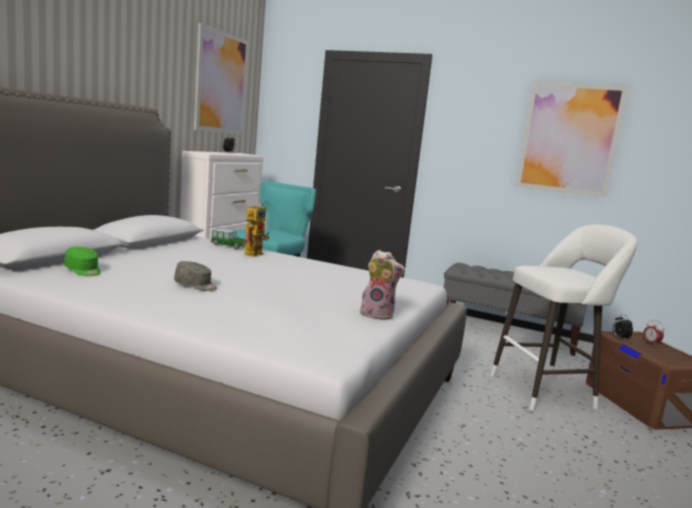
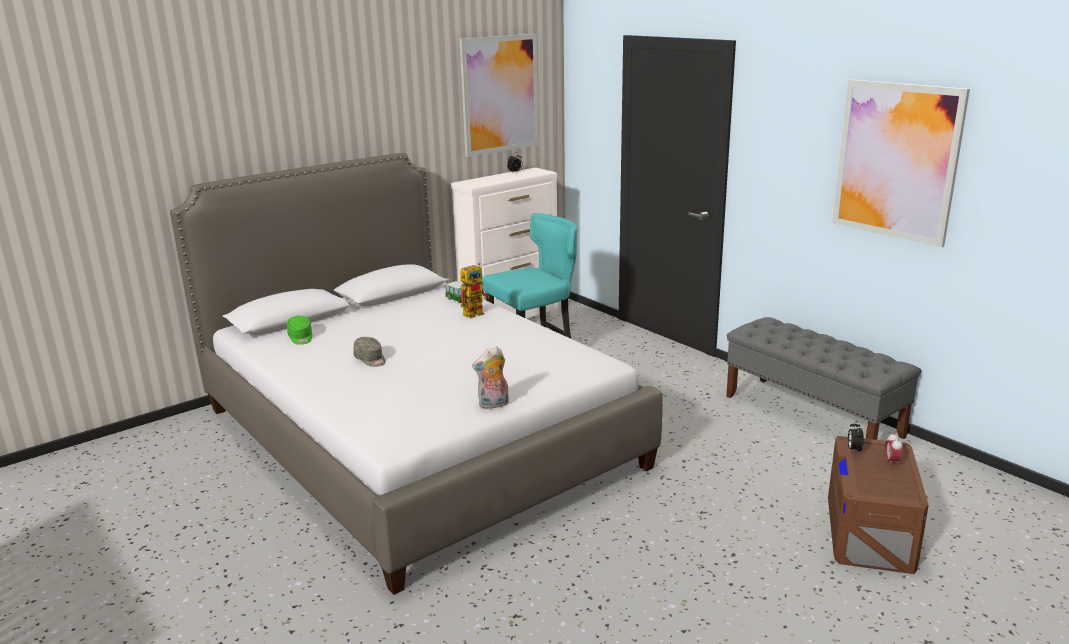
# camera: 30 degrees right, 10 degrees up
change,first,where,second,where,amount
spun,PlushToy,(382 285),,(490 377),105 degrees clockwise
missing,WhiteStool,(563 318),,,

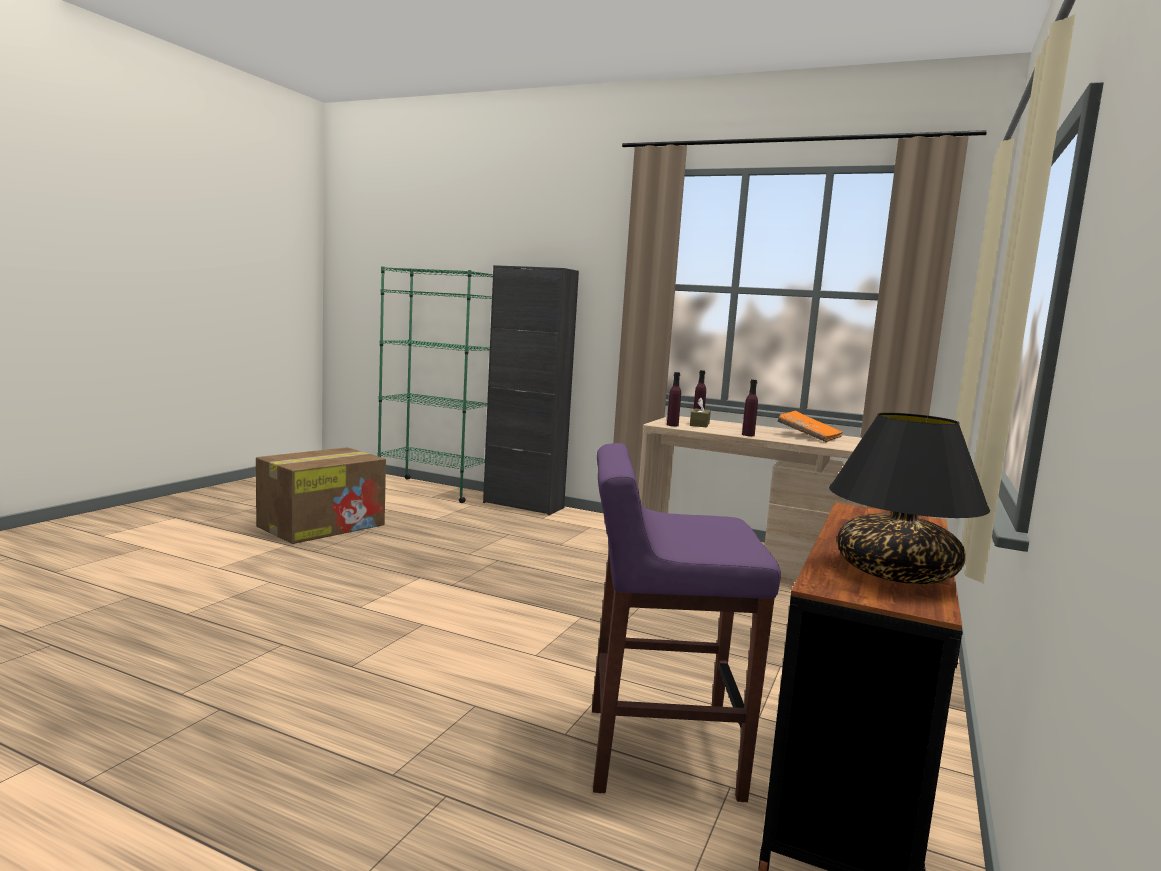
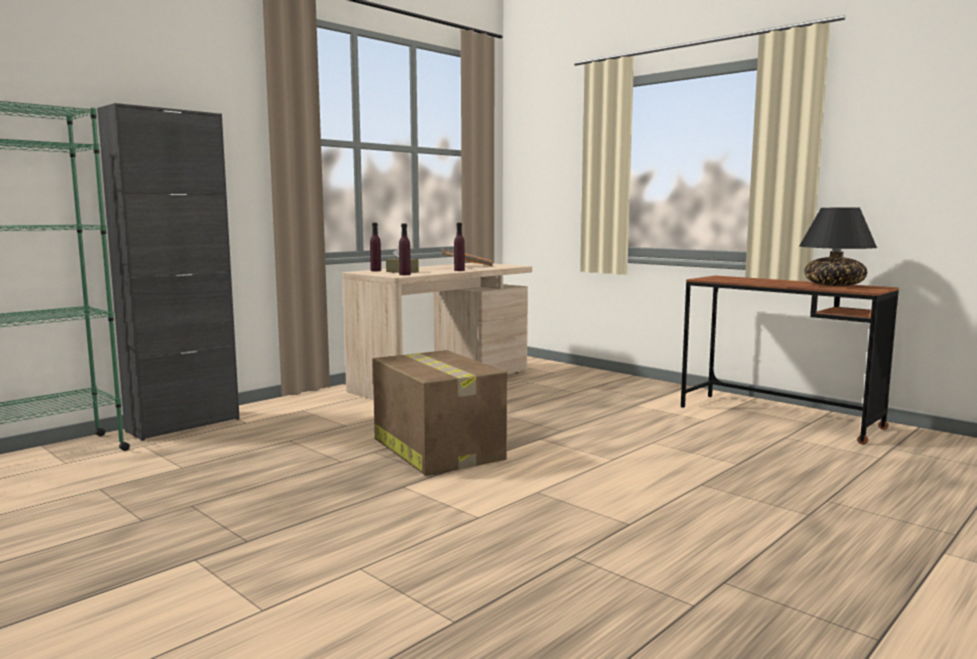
# camera: 70 degrees left, 0 degrees up
change,first,where,second,where,amount
relocated,CardboardBox,(321 495),,(440 413),
missing,PurpleStool,(686 622),,,

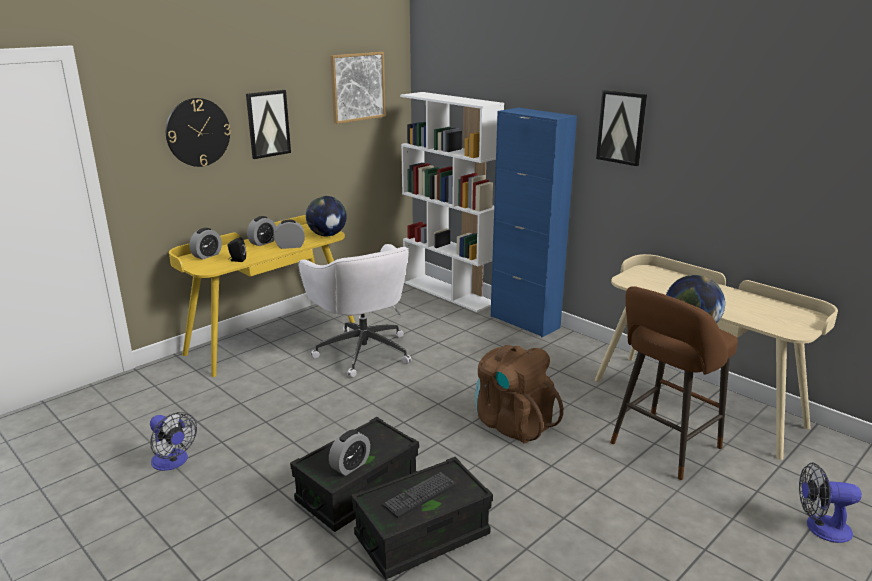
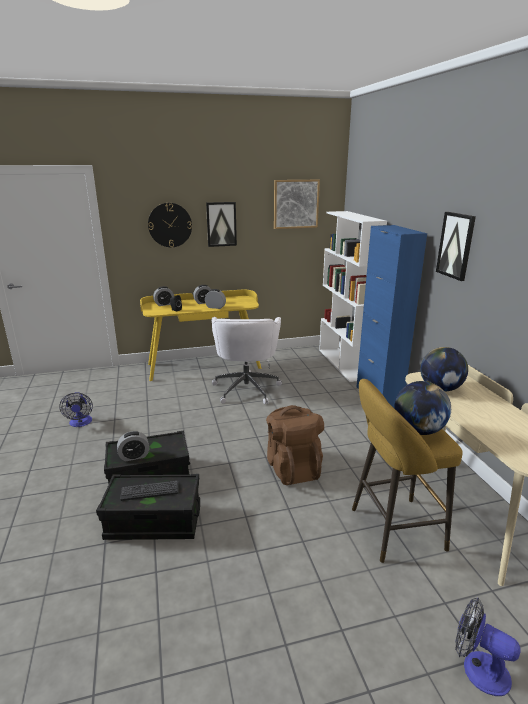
# camera: 30 degrees right, 0 degrees up
change,first,where,second,where,amount
colour,BrownStool,(674 383),YellowStool,(407 471),
relocated,Globe,(326 216),,(444 369),

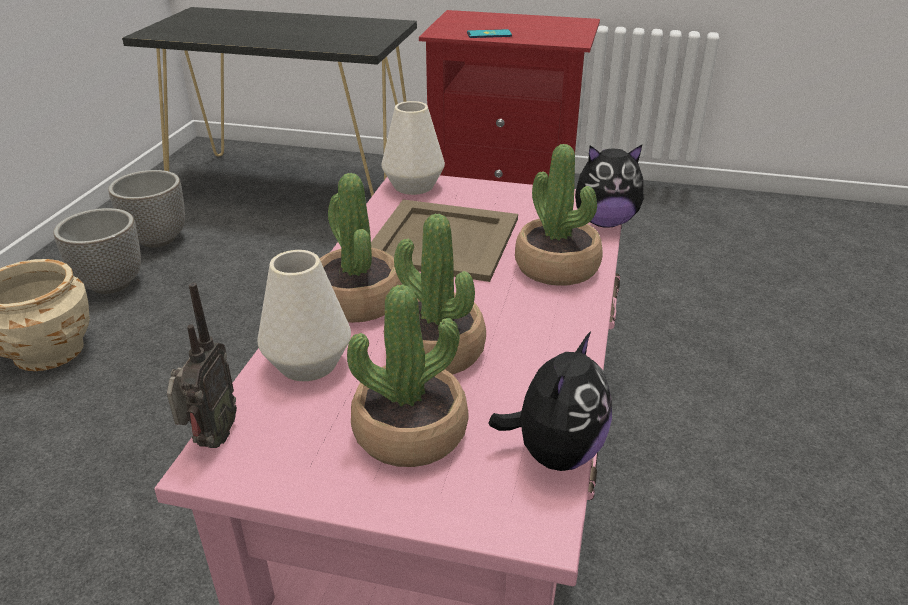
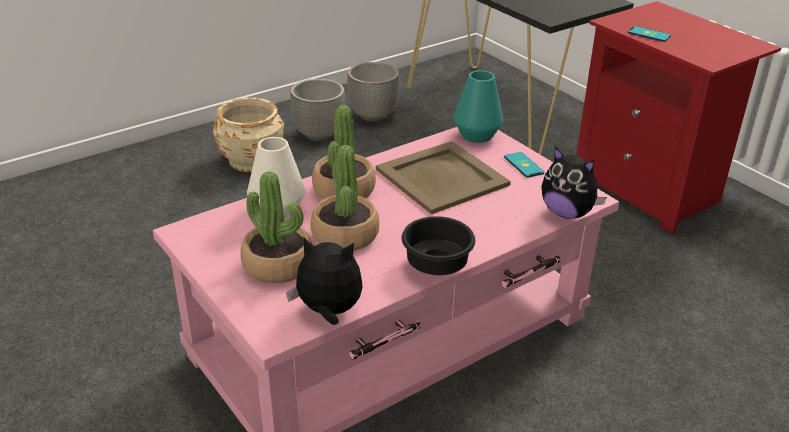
# camera: 40 degrees right, 0 degrees up
change,first,where,second,where,amount
spun,PlushToy,(550 401),,(324 281),150 degrees counterclockwise
appeared,,,BlackBowl,(438 245),
colour,WhiteVase,(413 148),TurquoiseVase,(478 106),
appeared,,,Phone,(524 165),
missing,Radio,(202 365),,,
missing,PottedPlant,(558 215),,,

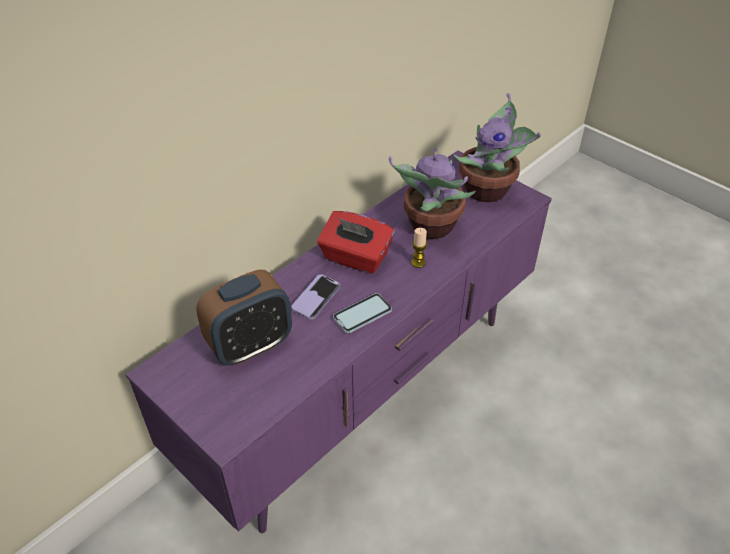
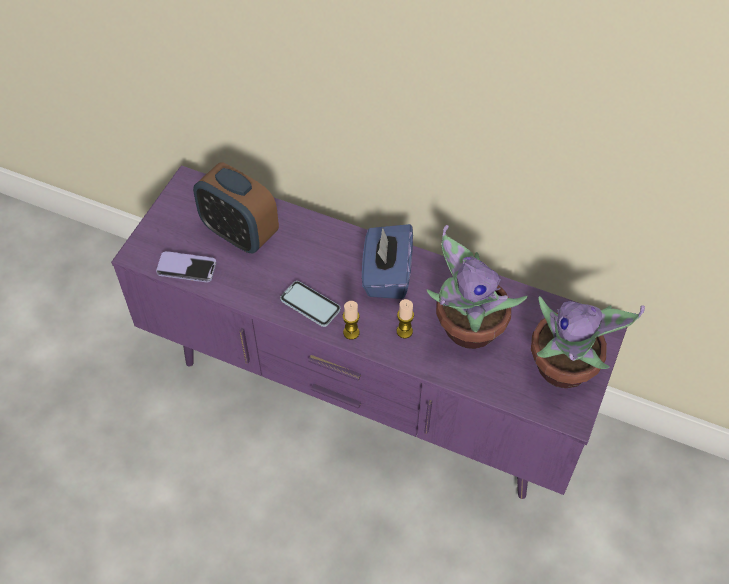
# camera: 70 degrees right, 10 degrees up
change,first,where,second,where,amount
relocated,Phone,(315 297),,(186 267),
appeared,,,Candle,(351 320),
colour,RedTissueBox,(355 242),BlueTissueBox,(387 261),

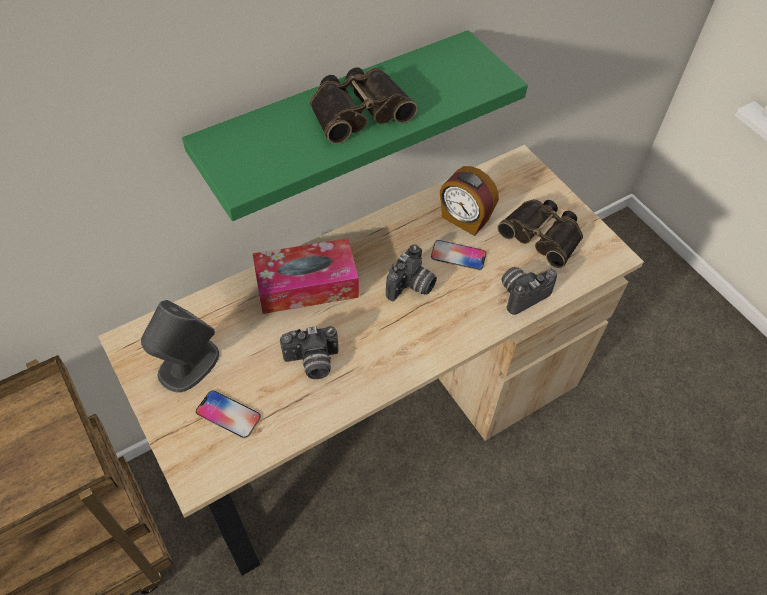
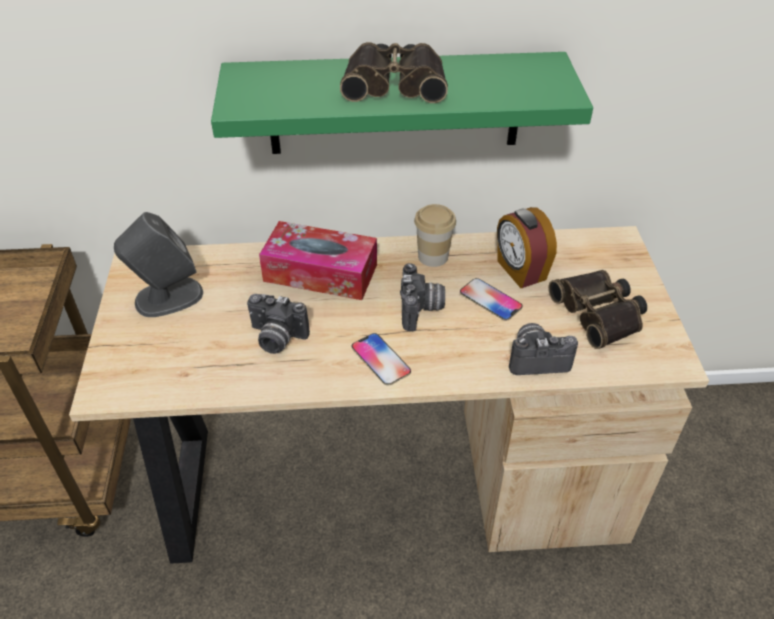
# camera: 30 degrees right, 10 degrees down
change,first,where,second,where,amount
relocated,Phone,(228 414),,(381 359),
spun,PhotoCamera,(411 272),,(422 297),60 degrees counterclockwise
appeared,,,Cup,(435 235),

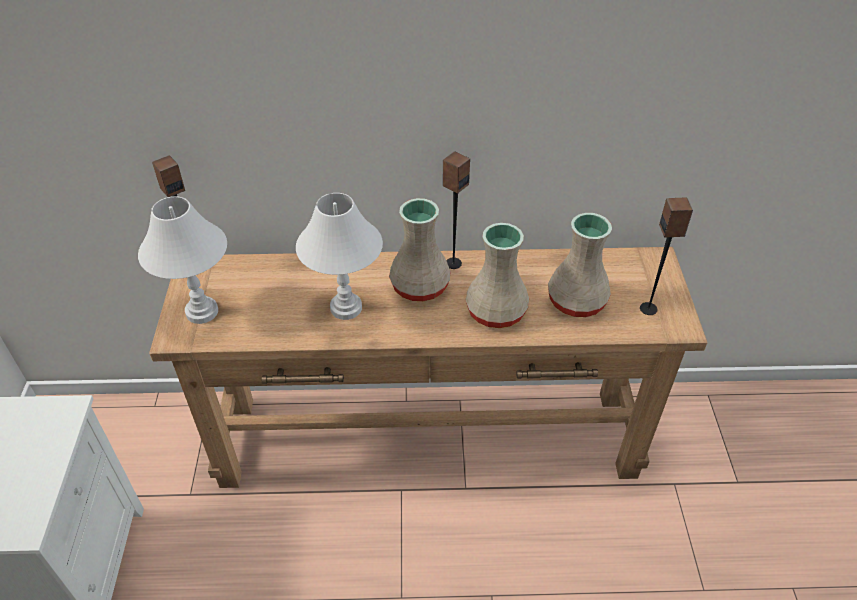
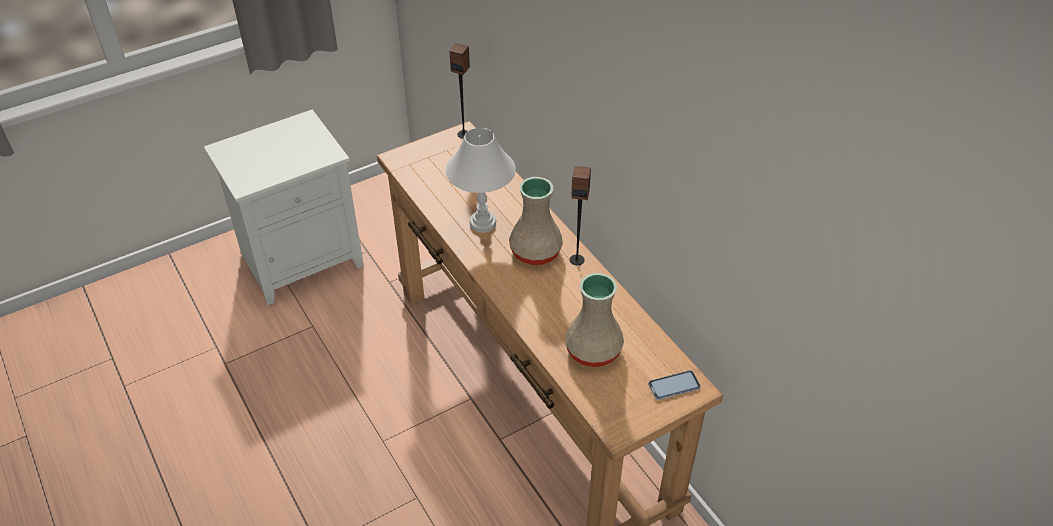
# camera: 60 degrees right, 0 degrees up
change,first,where,second,where,amount
appeared,,,Phone,(674 385),
missing,WhiteTableLamp,(182 260),,,
missing,BeigeVase,(497 275),,,
missing,Speaker,(666 256),,,

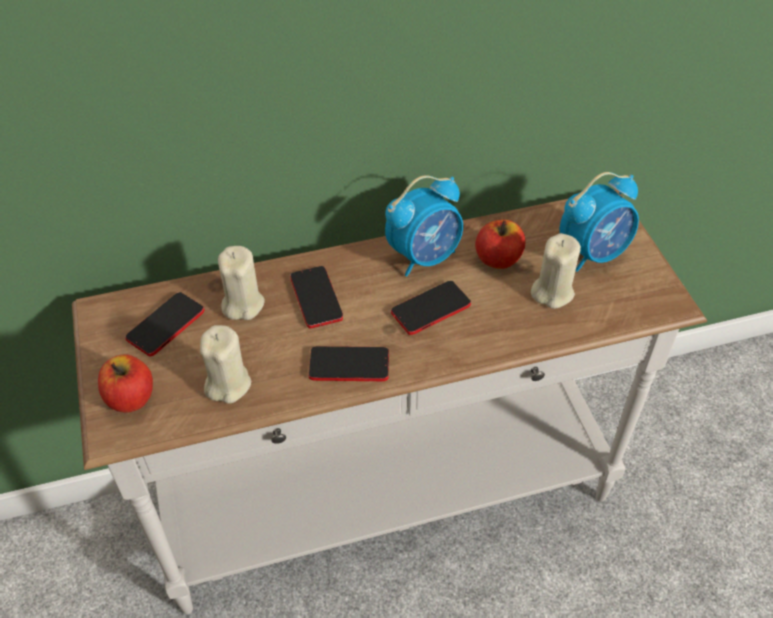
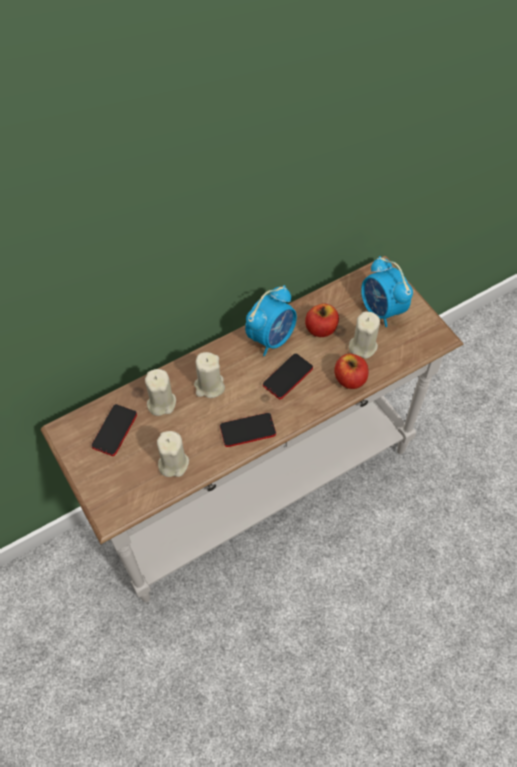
# camera: 15 degrees left, 10 degrees up
change,first,where,second,where,amount
exchanged,Phone,(316 297),BeigeCandle,(209 375),
relocated,Apple,(125 383),,(351 371),
spun,AlarmClock,(599 222),,(387 291),105 degrees clockwise

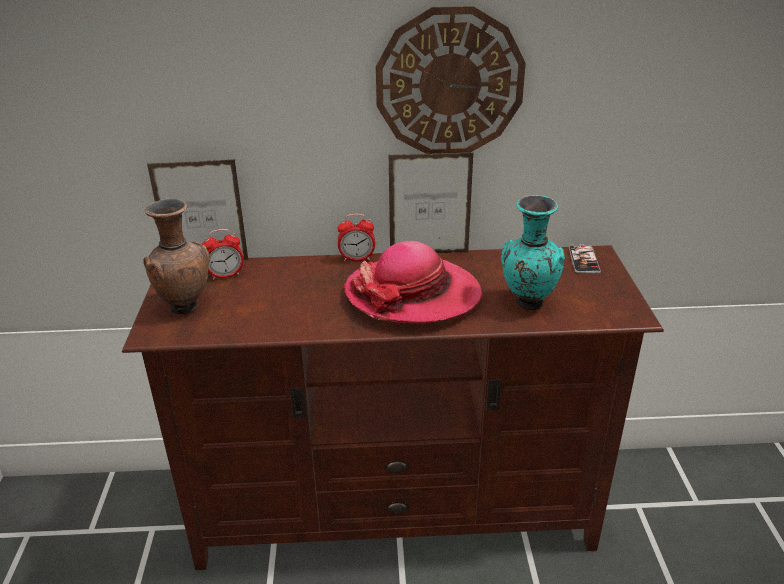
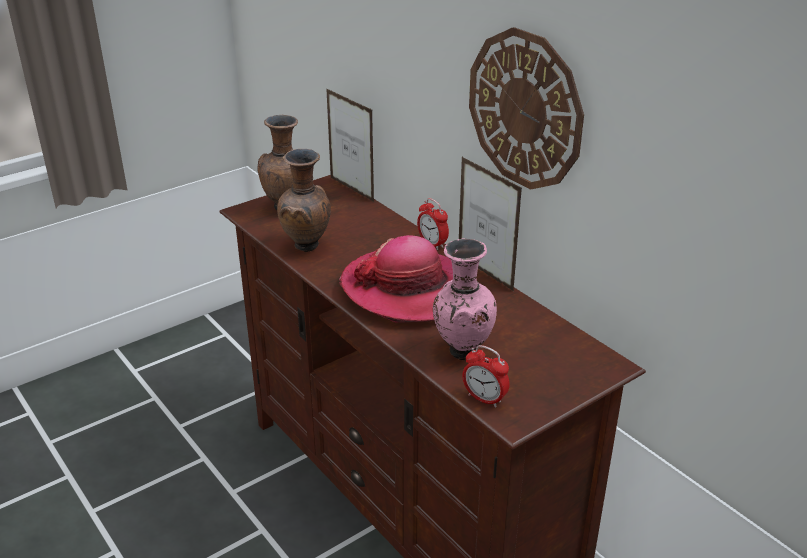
# camera: 55 degrees right, 0 degrees up
change,first,where,second,where,amount
appeared,,,BrownVase,(304 200),
colour,TurquoiseVase,(533 252),PinkVase,(465 299),
relocated,AlarmClock,(223 254),,(486 376),
missing,Phone,(585 259),,,

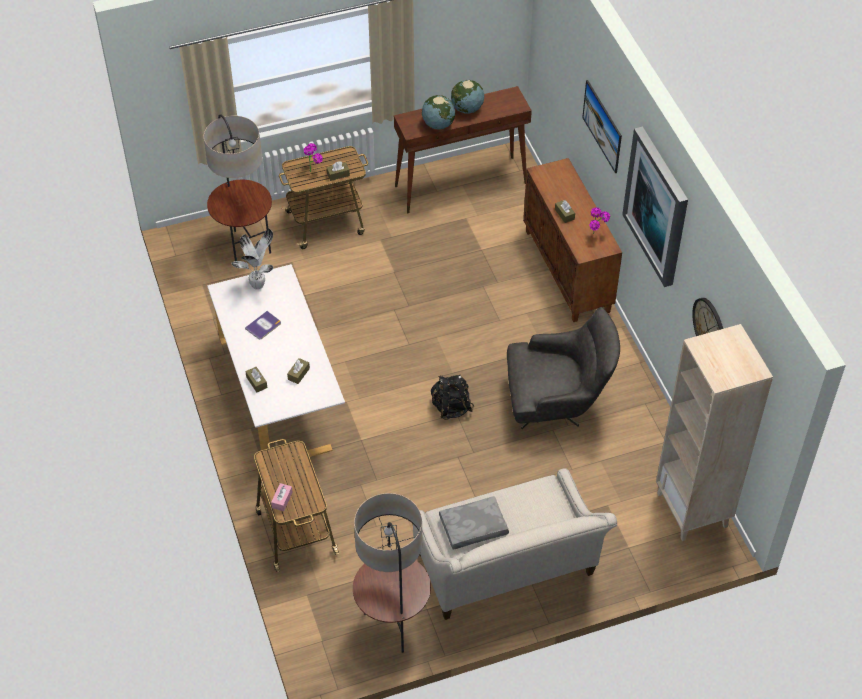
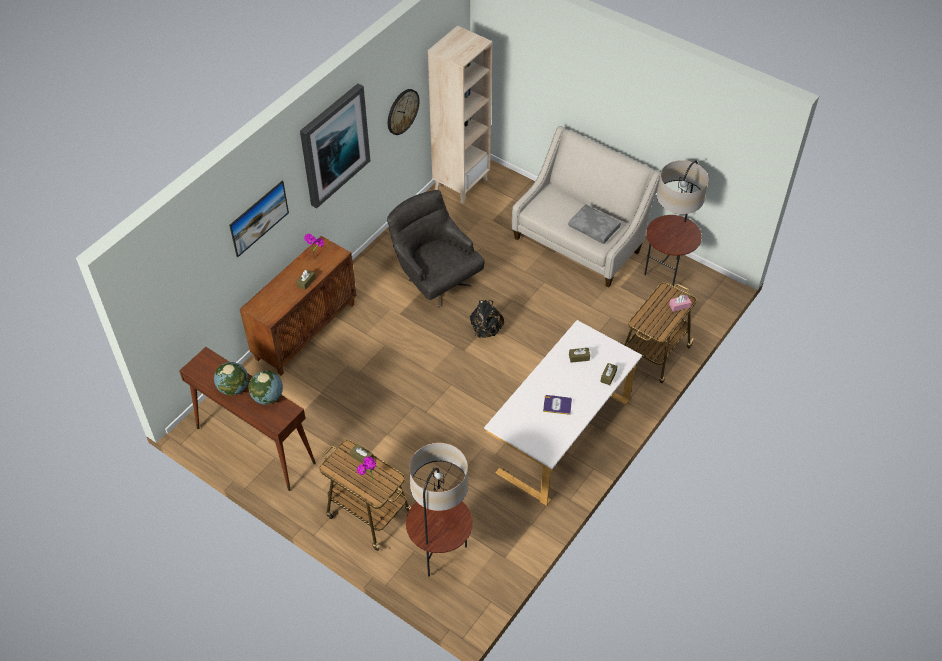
# camera: 125 degrees left, 0 degrees up
change,first,where,second,where,amount
missing,PottedPlant,(252 259),,,

